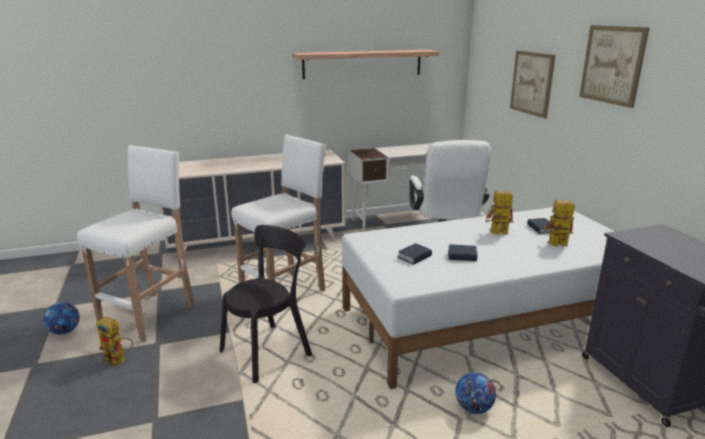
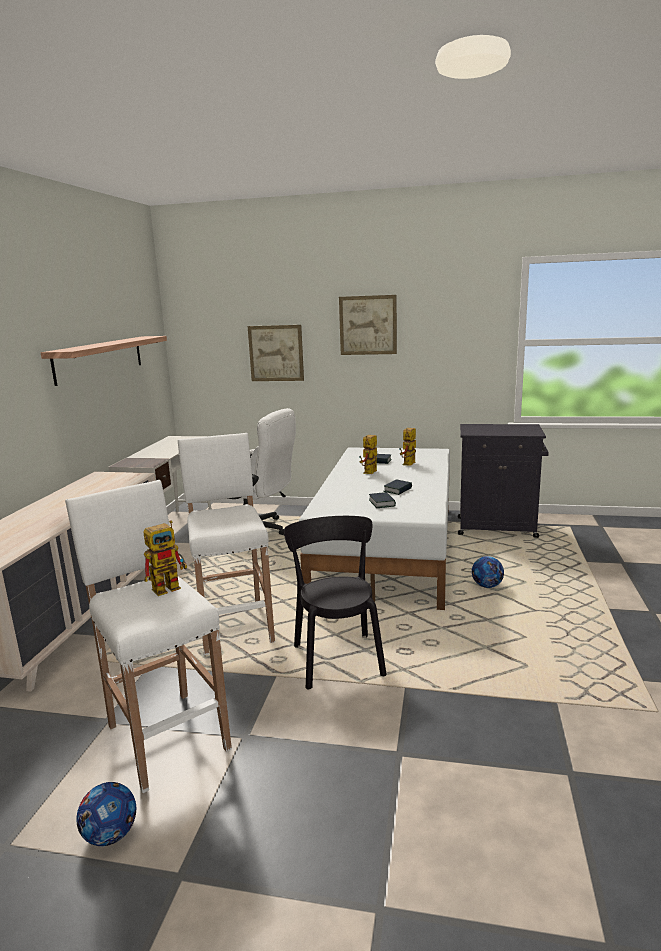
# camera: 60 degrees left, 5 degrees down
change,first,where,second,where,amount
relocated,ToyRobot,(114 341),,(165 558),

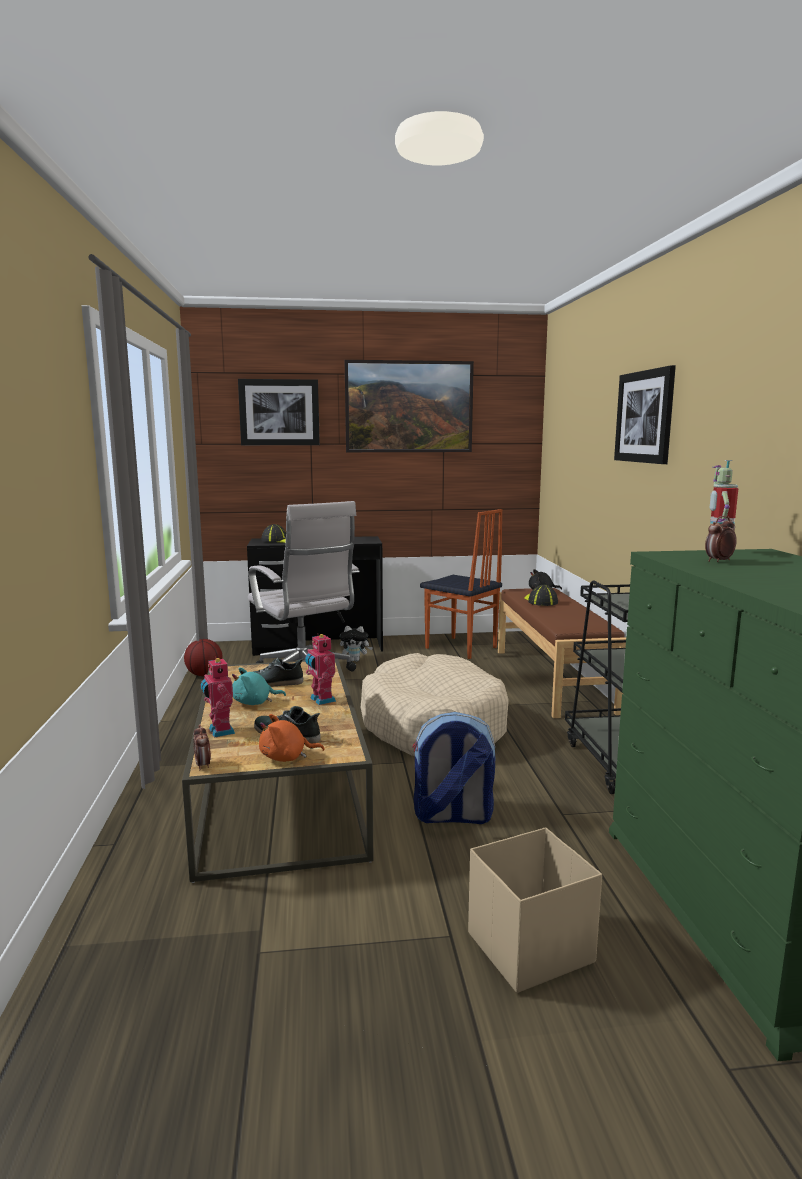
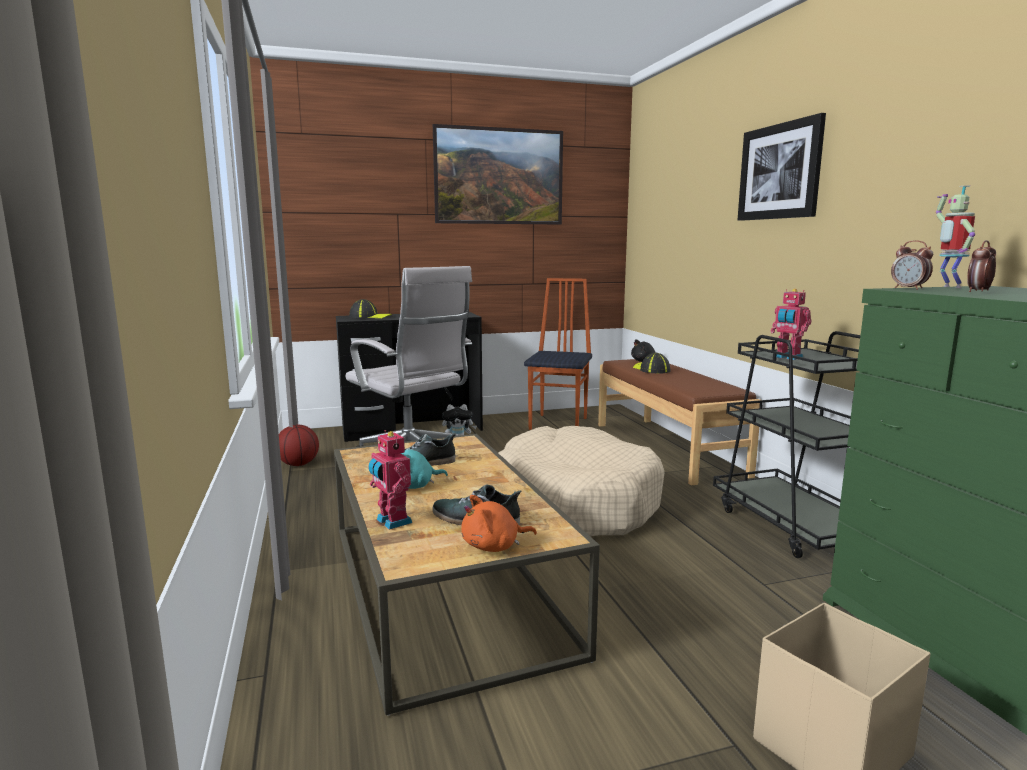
# camera: 10 degrees left, 0 degrees up
change,first,where,second,where,amount
spun,Chair,(461 584),,(558 354),105 degrees counterclockwise
relocated,ToyRobot,(320 669),,(791 324),
relocated,AlarmClock,(202 747),,(912 265),
missing,Picture,(279 412),,,
missing,Backpack,(454 768),,,

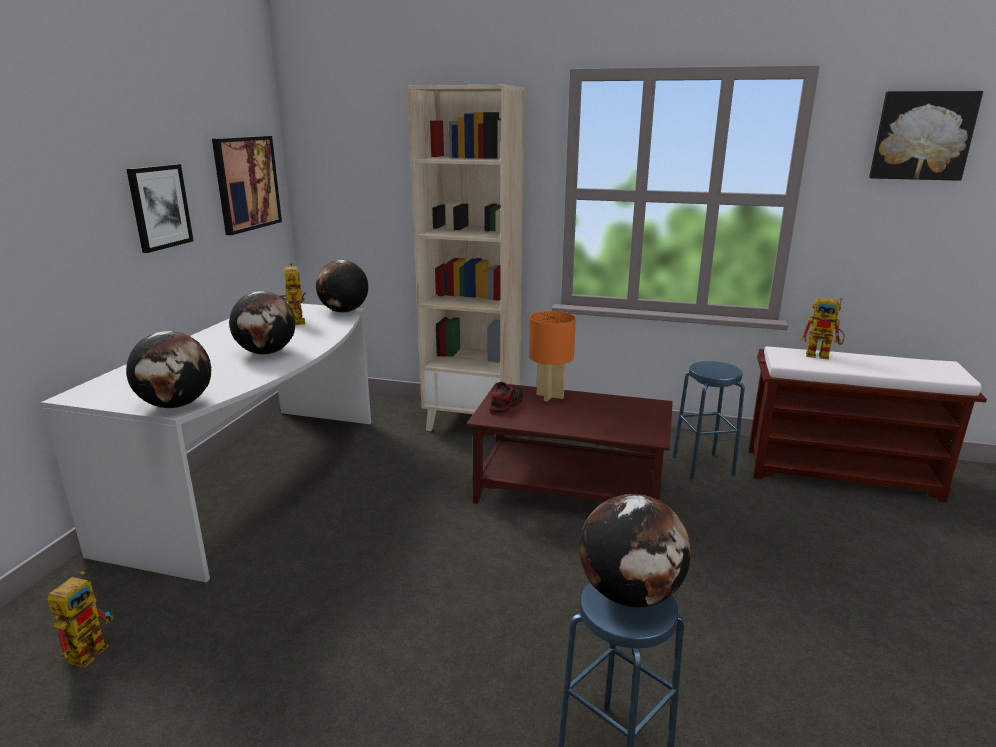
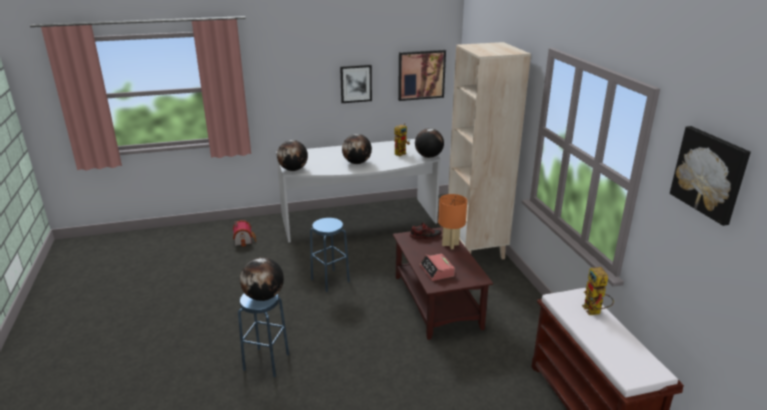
# camera: 60 degrees right, 5 degrees up
change,first,where,second,where,amount
exchanged,ToyRobot,(80 619),ToyHouse,(244 233),
relocated,BlueStool,(709 420),,(330 255),
appeared,,,AlarmClock,(437 267),

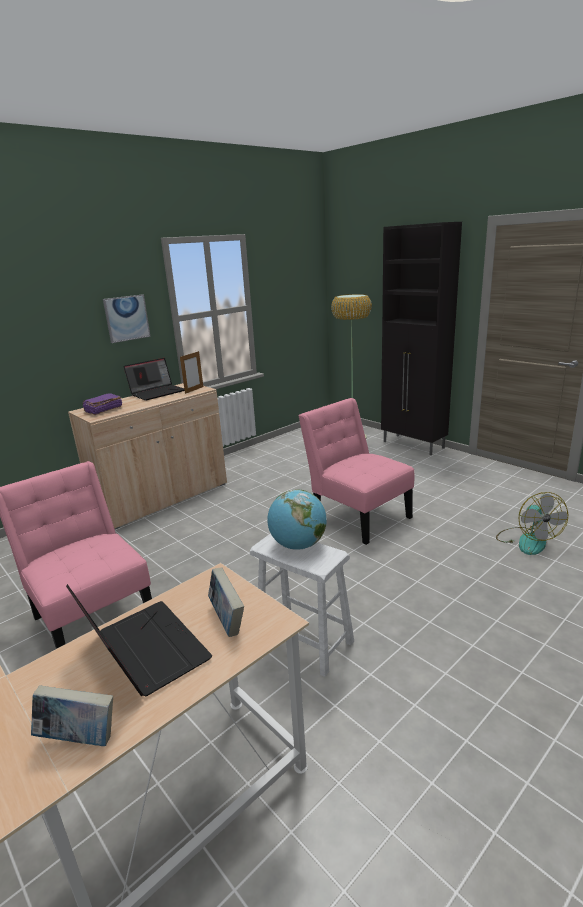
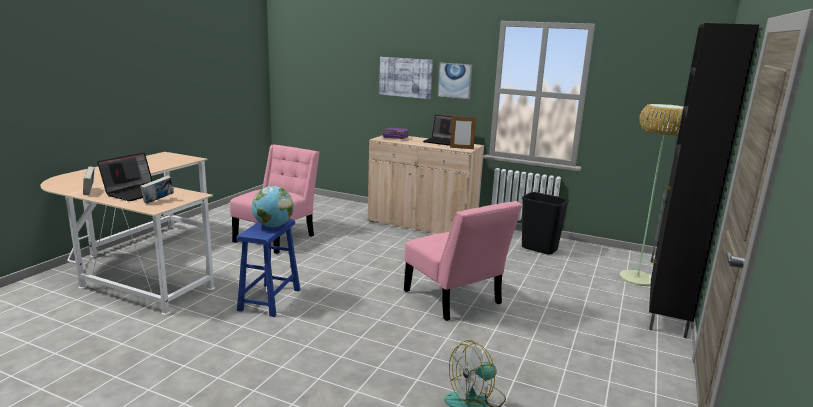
# camera: 65 degrees right, 5 degrees down
change,first,where,second,where,amount
colour,WhiteStool,(302 605),BlueStool,(268 268),
appeared,,,Picture,(406 78),
spun,PinkChair,(356 471),,(463 261),120 degrees clockwise
appeared,,,BlackTrashCan,(545 223),

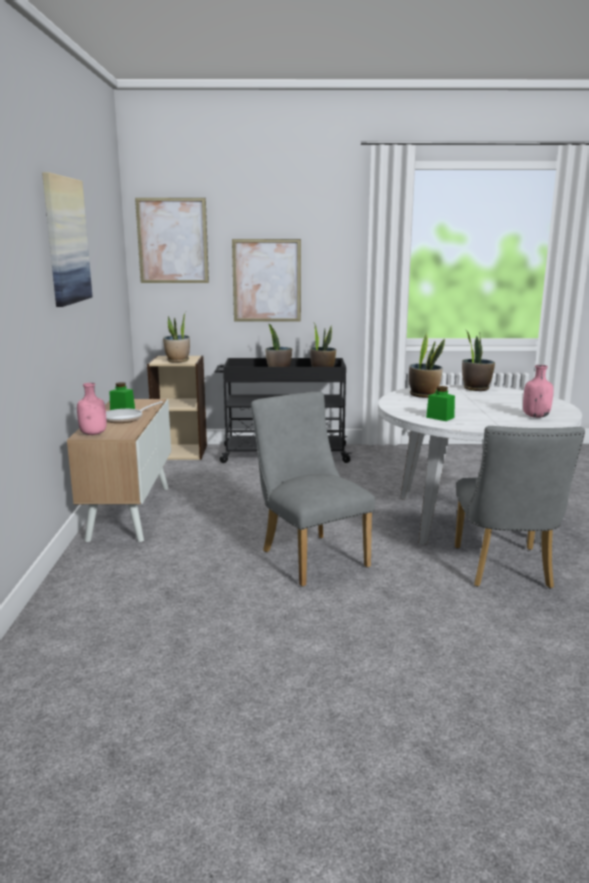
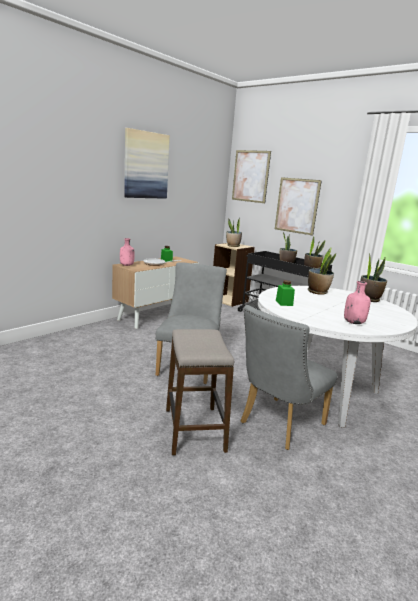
# camera: 40 degrees right, 0 degrees up
change,first,where,second,where,amount
appeared,,,Stool,(200 392),

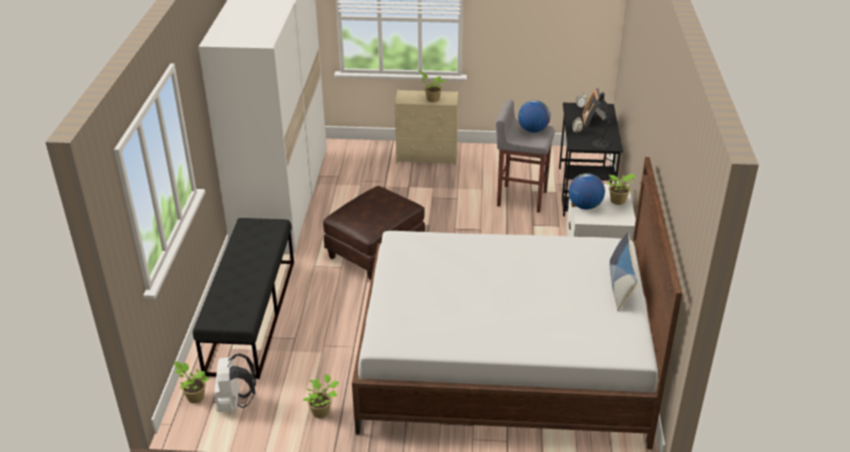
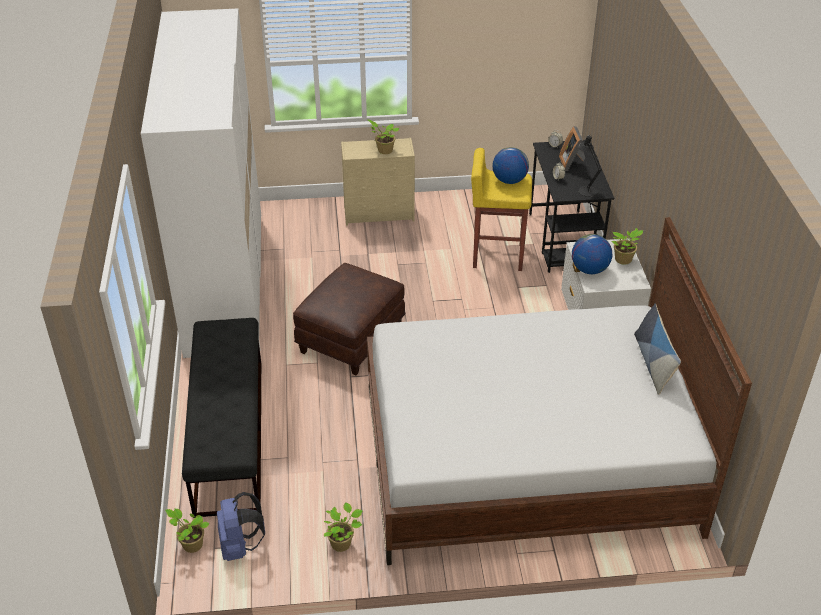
# camera: 10 degrees left, 5 degrees up
change,first,where,second,where,amount
colour,WhiteBackpack,(235 382),BlueBackpack,(241 526),
colour,GreyStool,(525 156),YellowStool,(501 209),

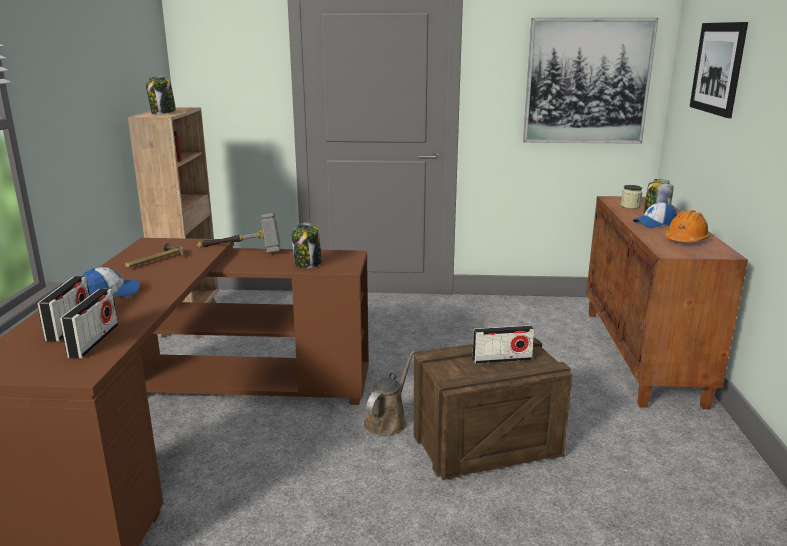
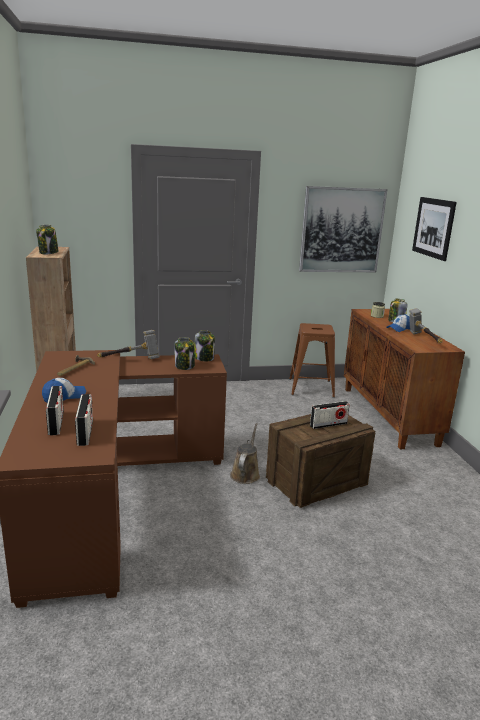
# camera: 15 degrees left, 0 degrees up
change,first,where,second,where,amount
appeared,,,Jar,(204 345),
appeared,,,BrownStool,(312 360),
exchanged,OrangeHardHat,(687 226),Hammer,(426 325),

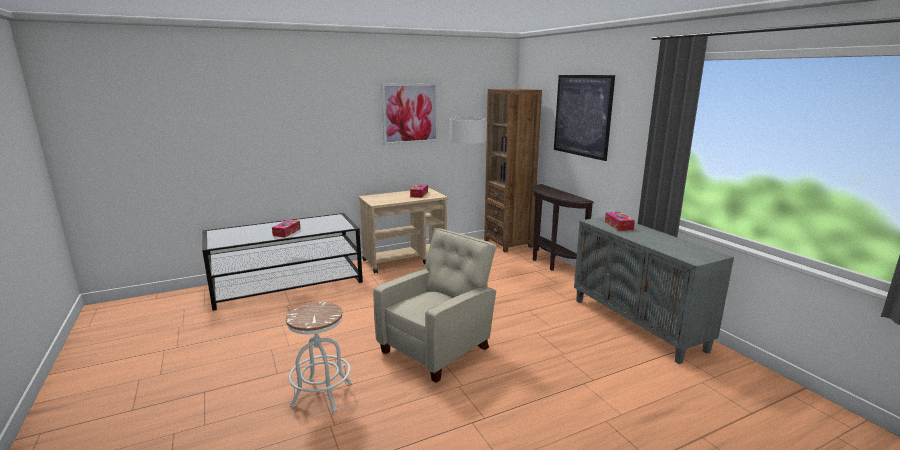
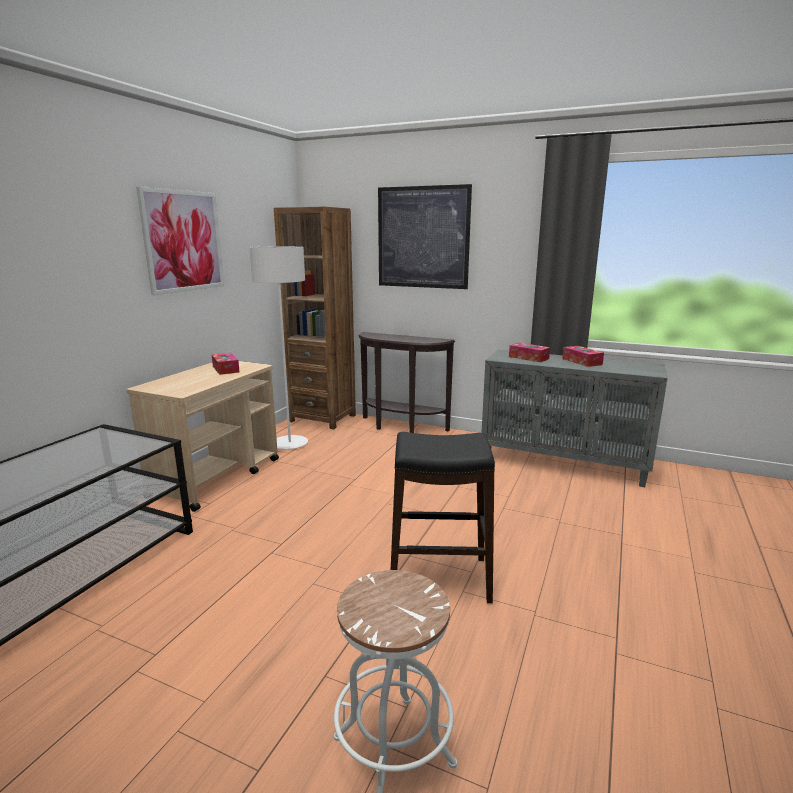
# camera: 40 degrees left, 0 degrees up
change,first,where,second,where,amount
exchanged,BeigeArmchair,(434 305),BlackStool,(443 517),
relocated,TissueBox,(286 228),,(583 356),

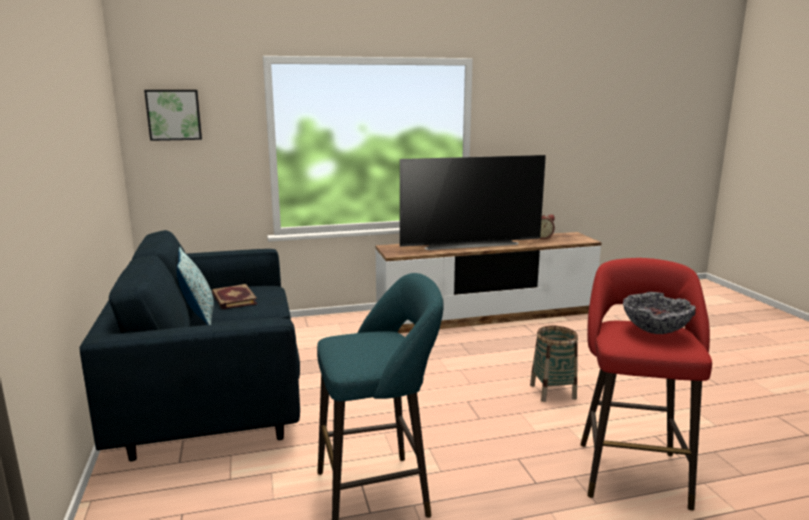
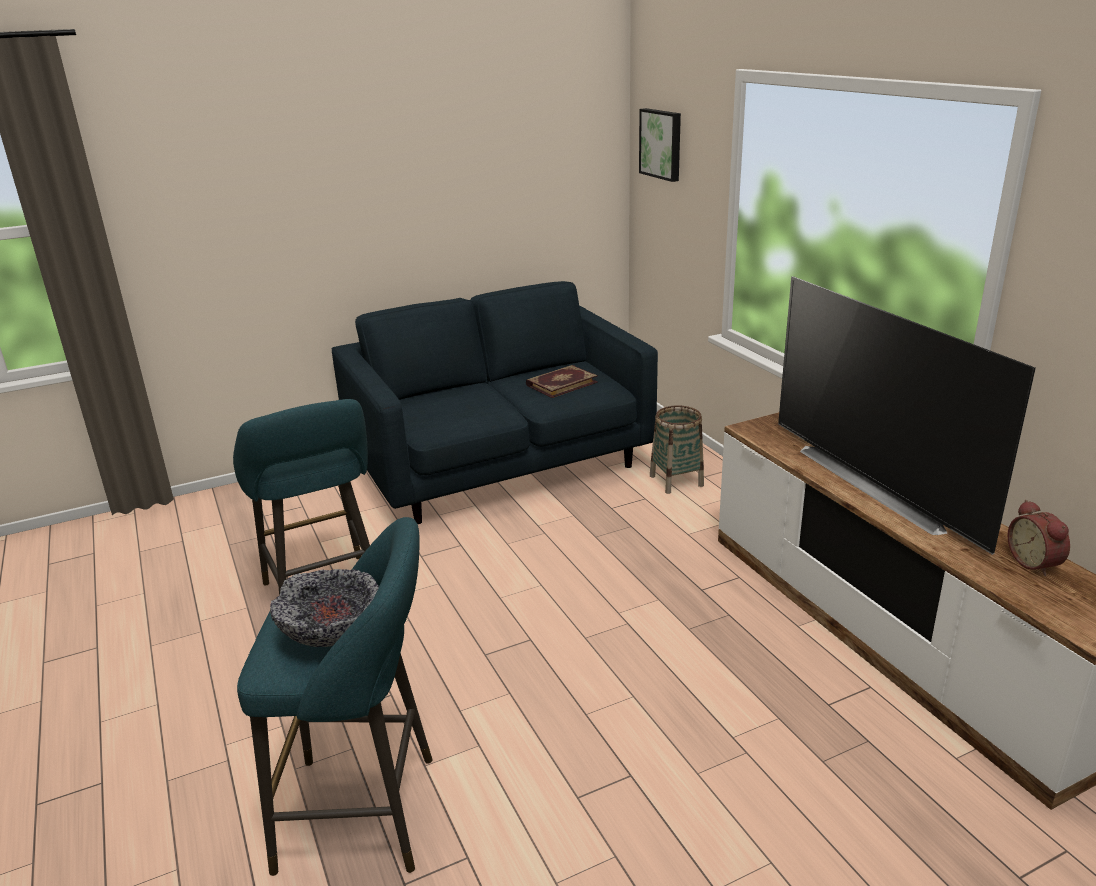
# camera: 80 degrees right, 10 degrees up
change,first,where,second,where,amount
colour,RedStool,(646 384),TurquoiseStool,(334 696),
relocated,Basket,(554 364),,(677 449),
missing,Pillow,(195 286),,,

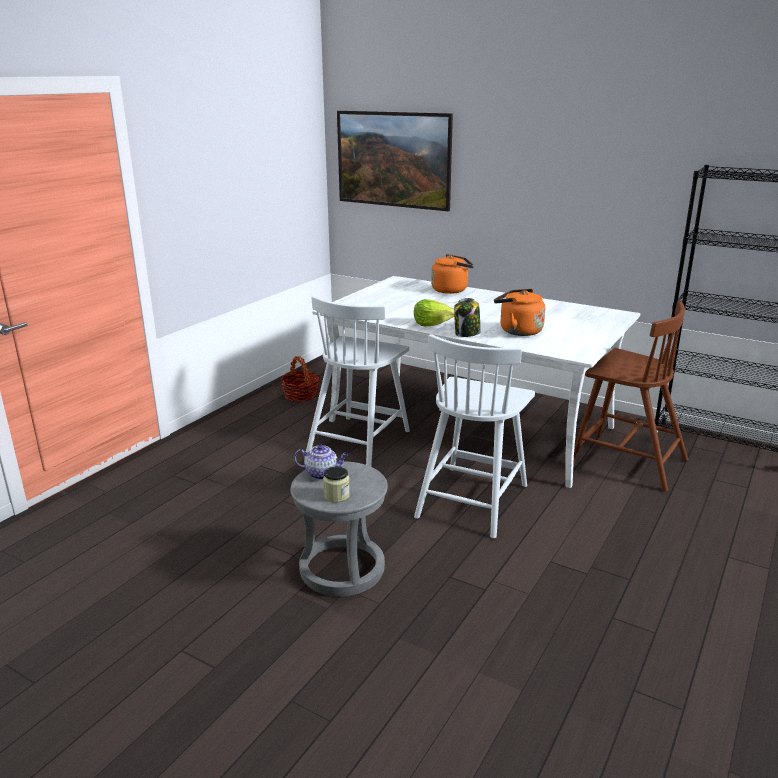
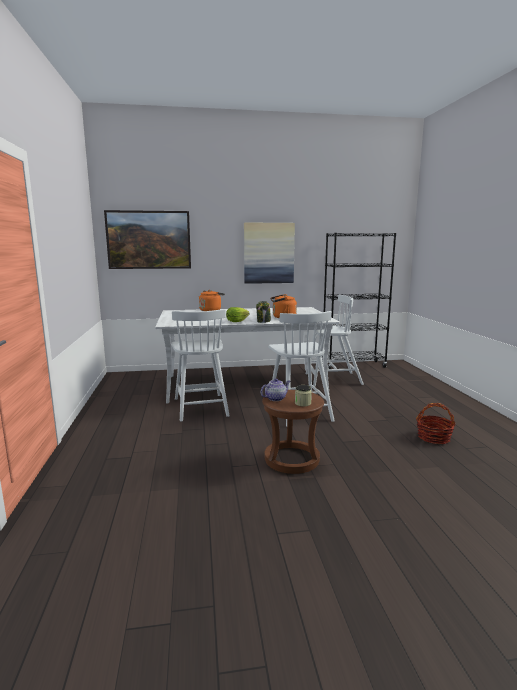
# camera: 40 degrees left, 10 degrees down
change,first,where,second,where,amount
appeared,,,Picture,(269 253),
colour,GreyStool,(339 528),BrownStool,(293 432),
colour,BrownChair,(630 396),WhiteChair,(335 341),
relocated,Basket,(300 379),,(436 423),

